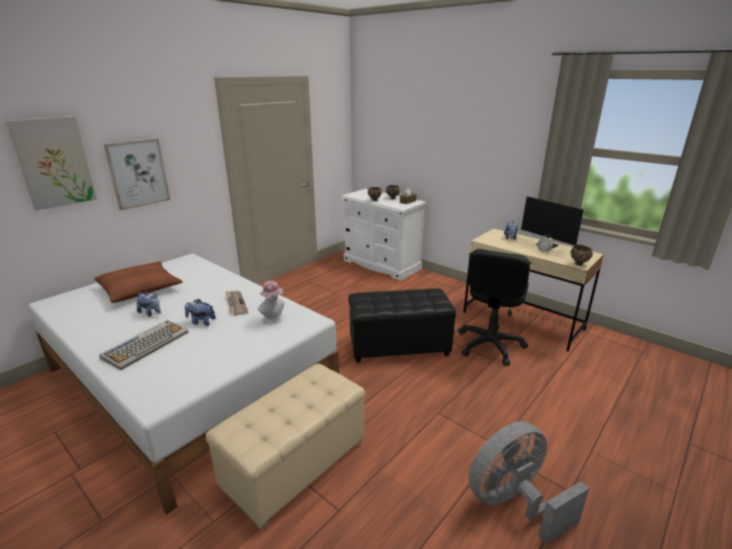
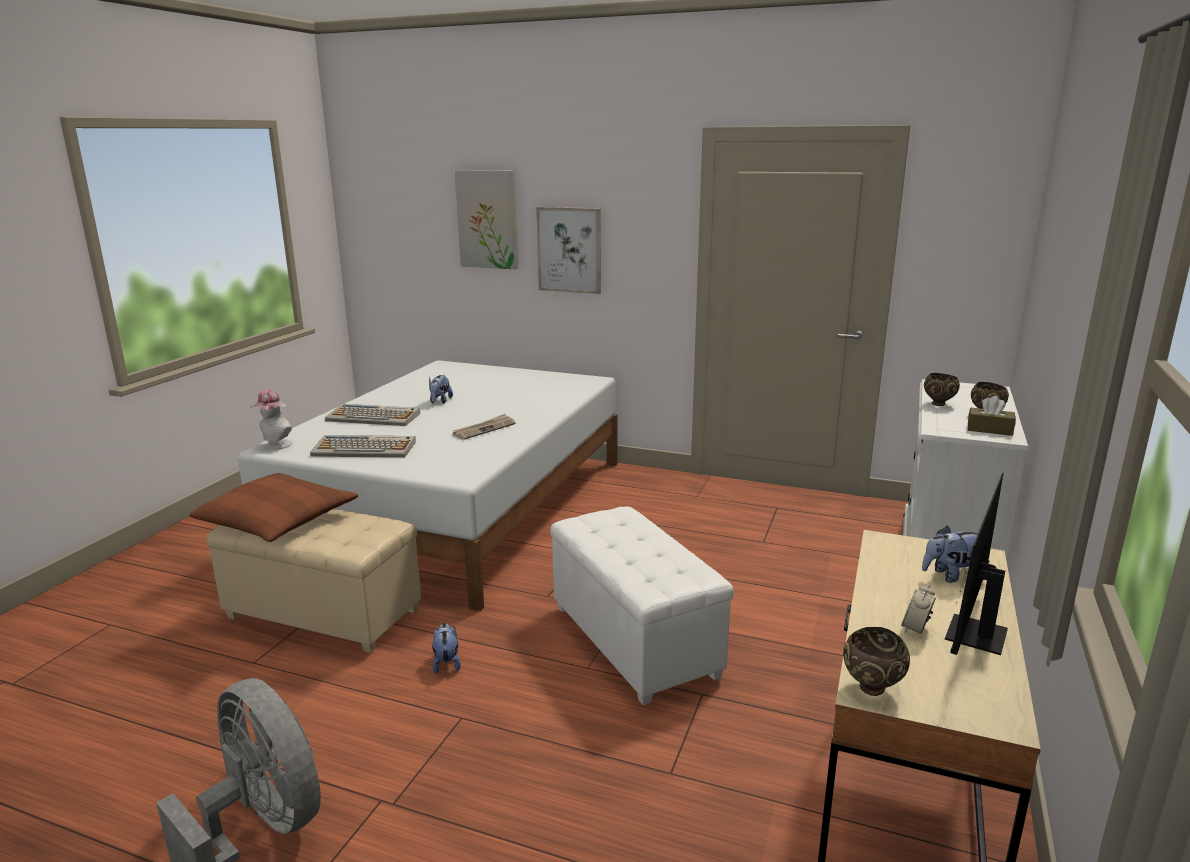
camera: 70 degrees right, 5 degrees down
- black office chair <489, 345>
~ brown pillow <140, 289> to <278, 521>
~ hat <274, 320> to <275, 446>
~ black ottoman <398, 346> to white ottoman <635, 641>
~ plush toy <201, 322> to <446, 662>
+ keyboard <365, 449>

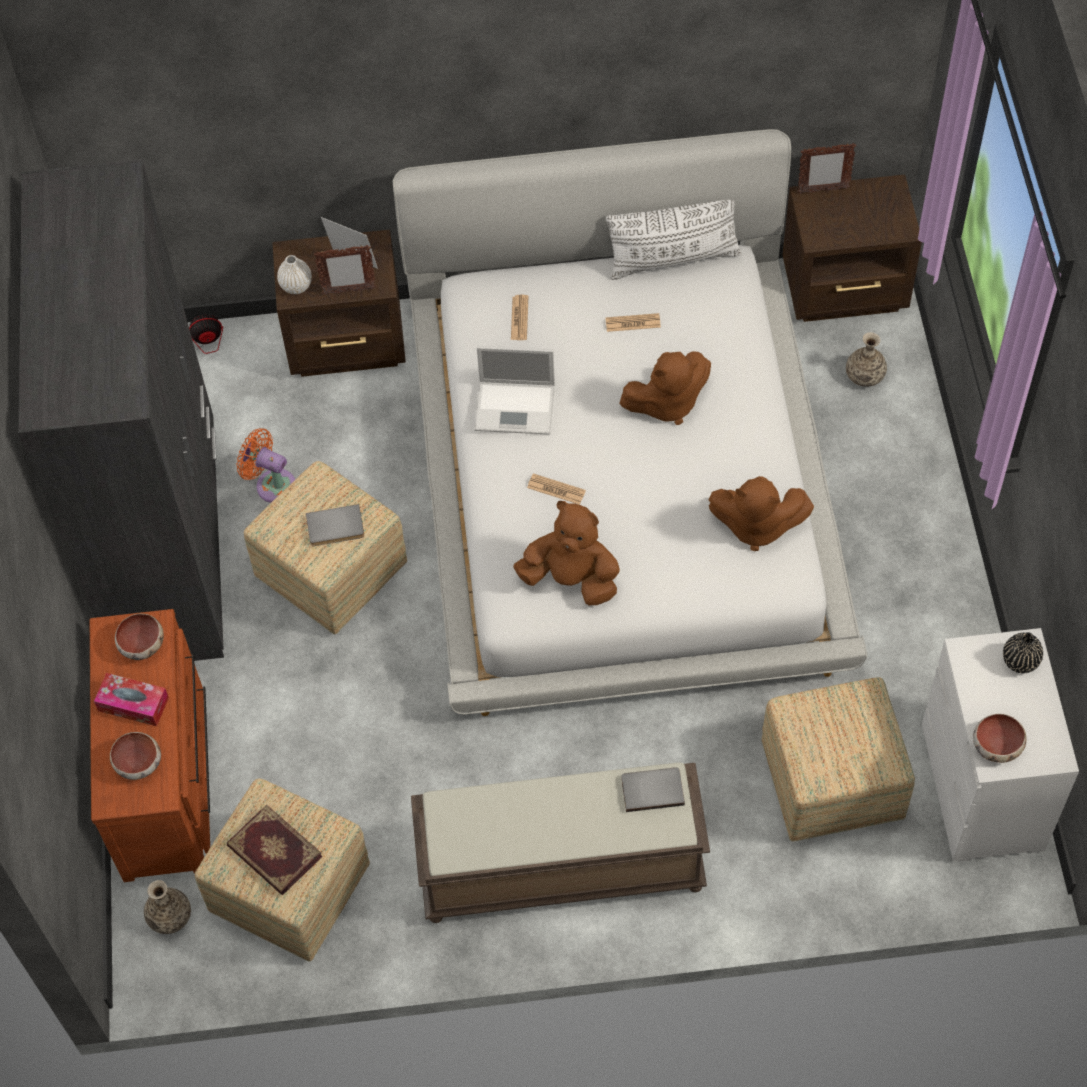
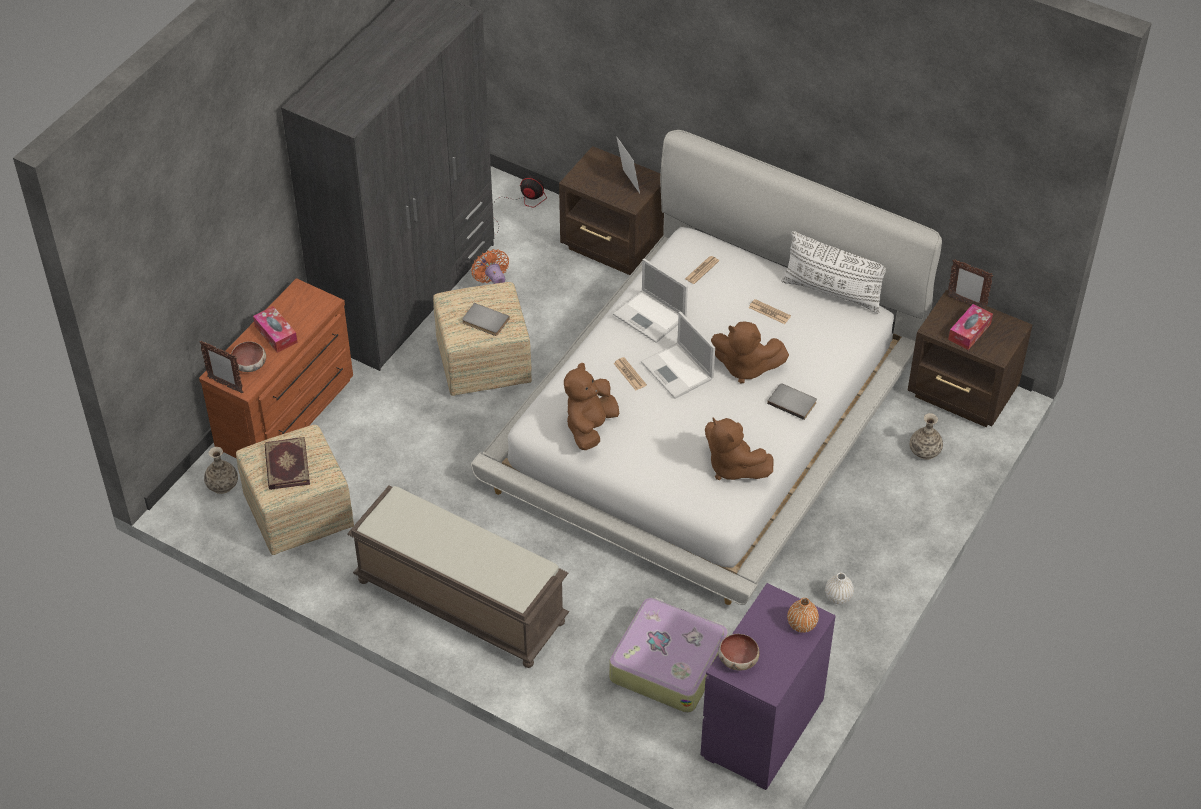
camera: 35 degrees right, 10 degrees down
~ picture frame <348, 291> to <225, 385>
~ white vase <296, 286> to <838, 597>
~ brown plush toy <571, 579> = <590, 427> 120 degrees counterclockwise
- bowl <142, 645>
~ white dresser <982, 788> to purple dresser <762, 729>
~ black vase <1020, 661> to orange vase <801, 624>
~ ottoman <830, 782> to suitcase <668, 663>
~ grey book <652, 789> to <792, 402>
+ tissue box <969, 332>
+ laptop <678, 371>

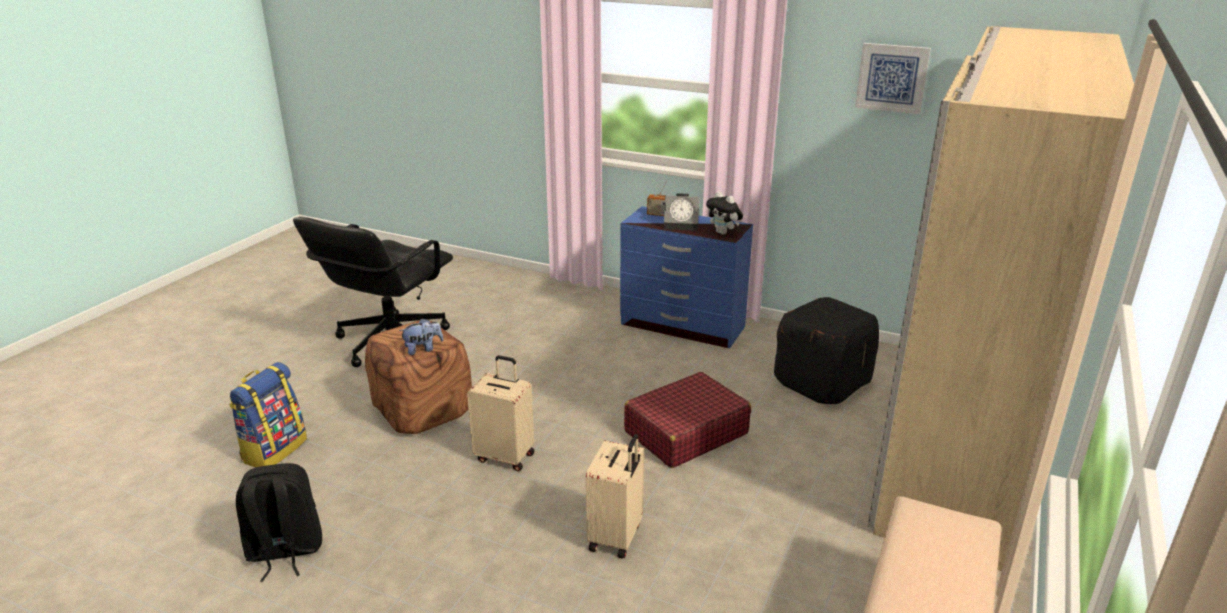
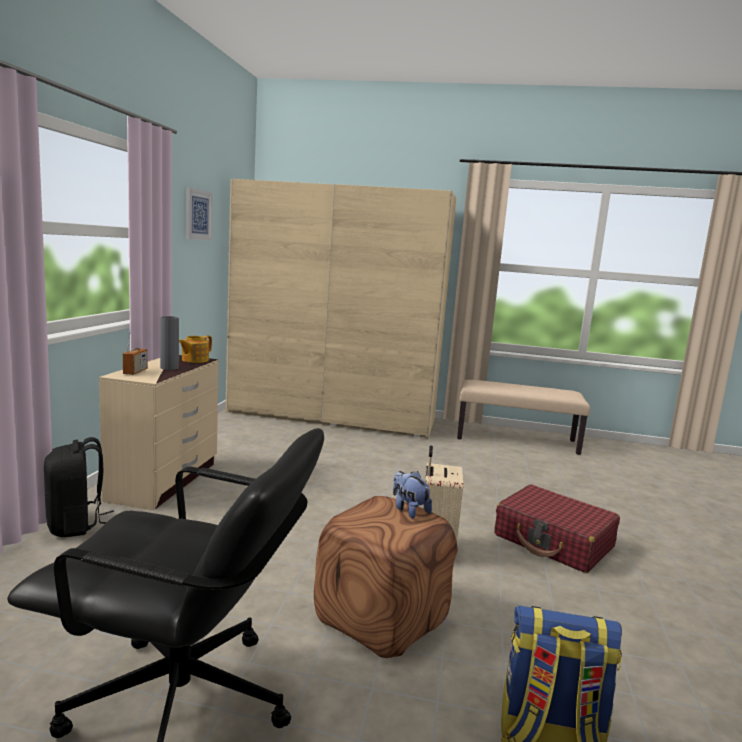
camera: 105 degrees left, 15 degrees down
~ plush toy <723, 233> to teapot <194, 360>
~ alarm clock <682, 225> to grey vase <169, 368>
~ blue dresser <682, 326> to beige dresser <166, 481>
- black ottoman <823, 382>
~ red suitcase <685, 433> to <554, 541>
- beige suitcase <617, 537>
~ black backpack <284, 552> to <76, 525>

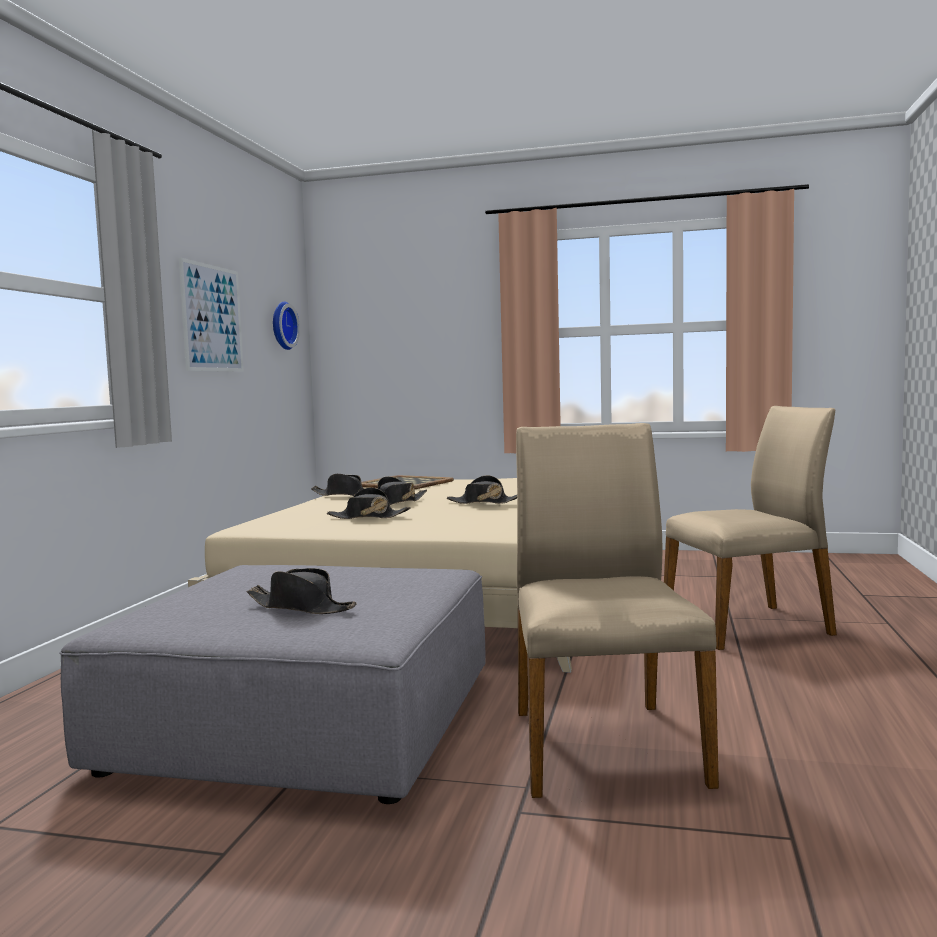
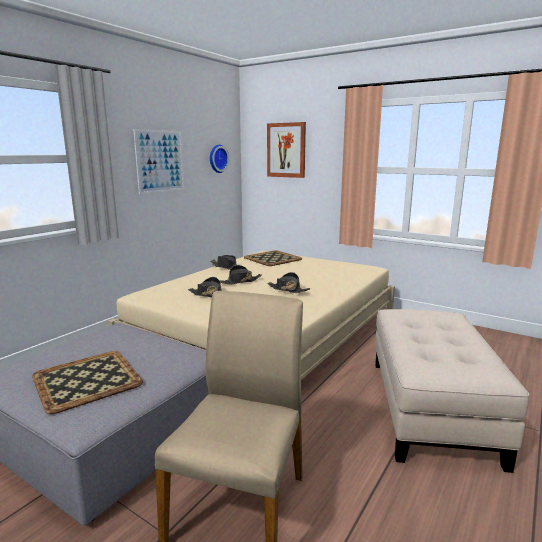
camera: 20 degrees right, 10 degrees up
~ beige chair <748, 625> to beige ottoman <431, 408>
~ black hat <301, 607> to tray <86, 381>
+ picture <286, 150>

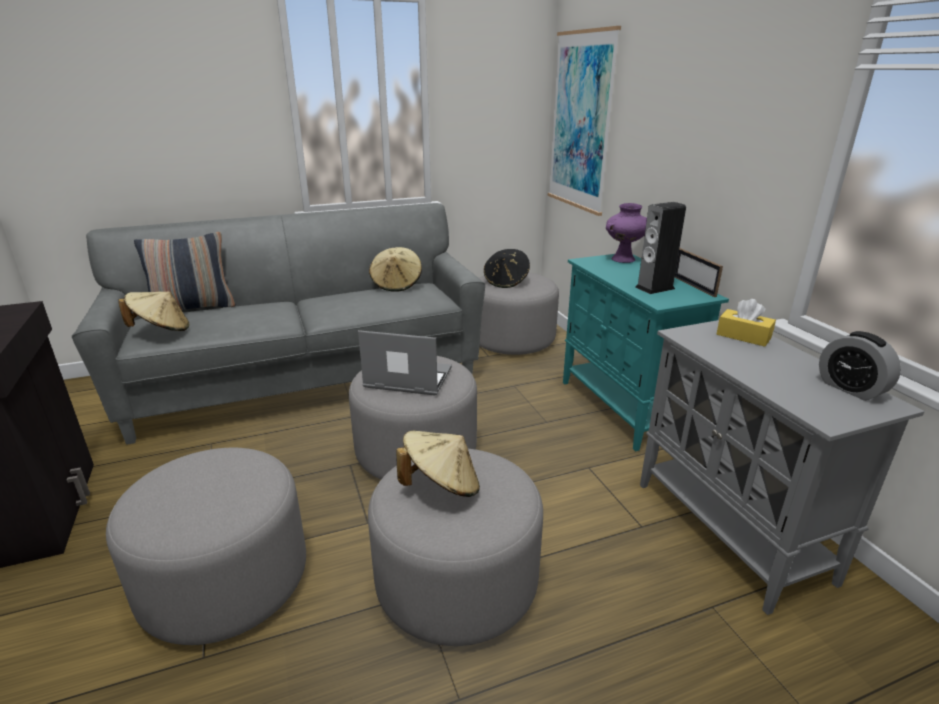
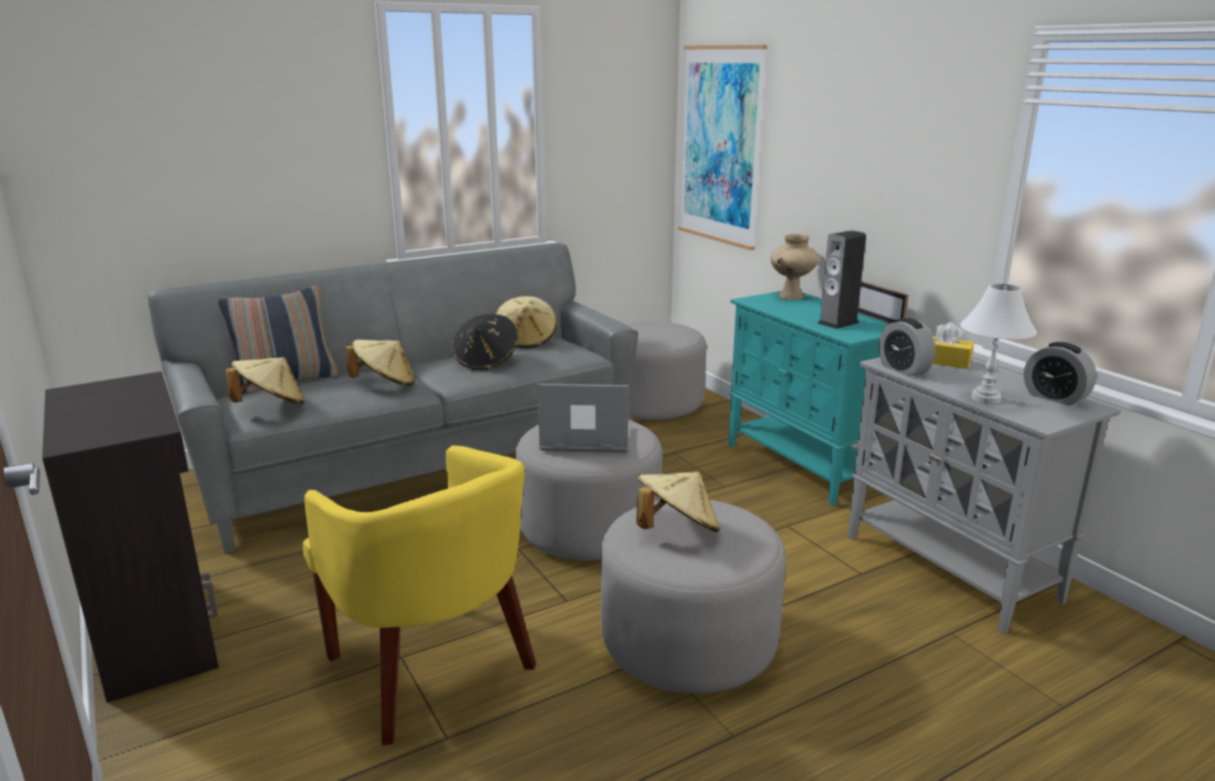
camera: 10 degrees left, 5 degrees down
~ purple vase <623, 259> to beige vase <791, 297>
~ black hat <506, 282> to <486, 361>
~ grey ottoman <225, 581> to yellow armchair <432, 670>
+ white table lamp <986, 398>
+ alarm clock <903, 369>
+ beige hat <385, 384>

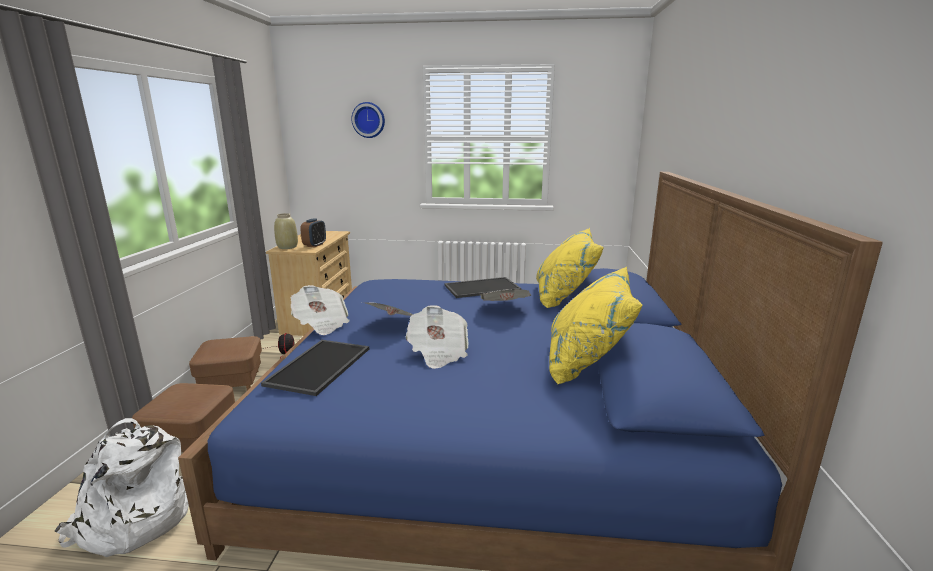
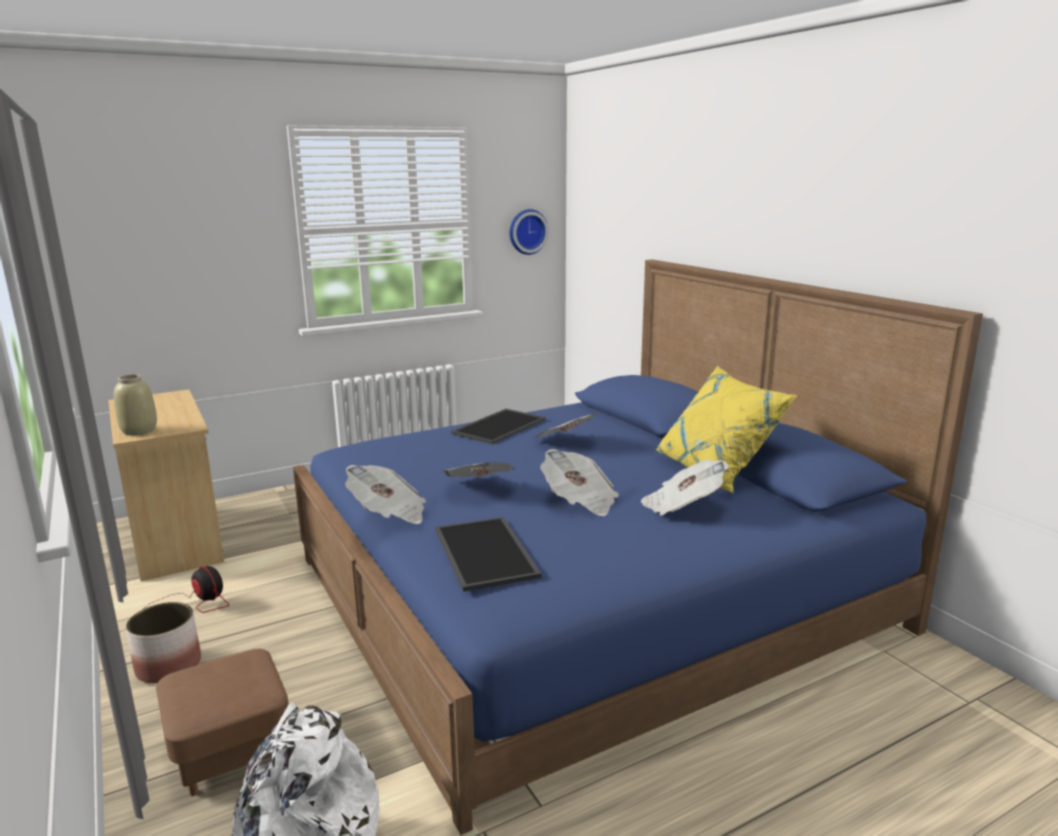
camera: 35 degrees left, 0 degrees up
~ wall clock <369, 120> to <527, 231>
- alarm clock <315, 245>
- yellow pillow <564, 297>
~ brown ottoman <232, 383> to planter <169, 666>
+ newspaper <682, 507>

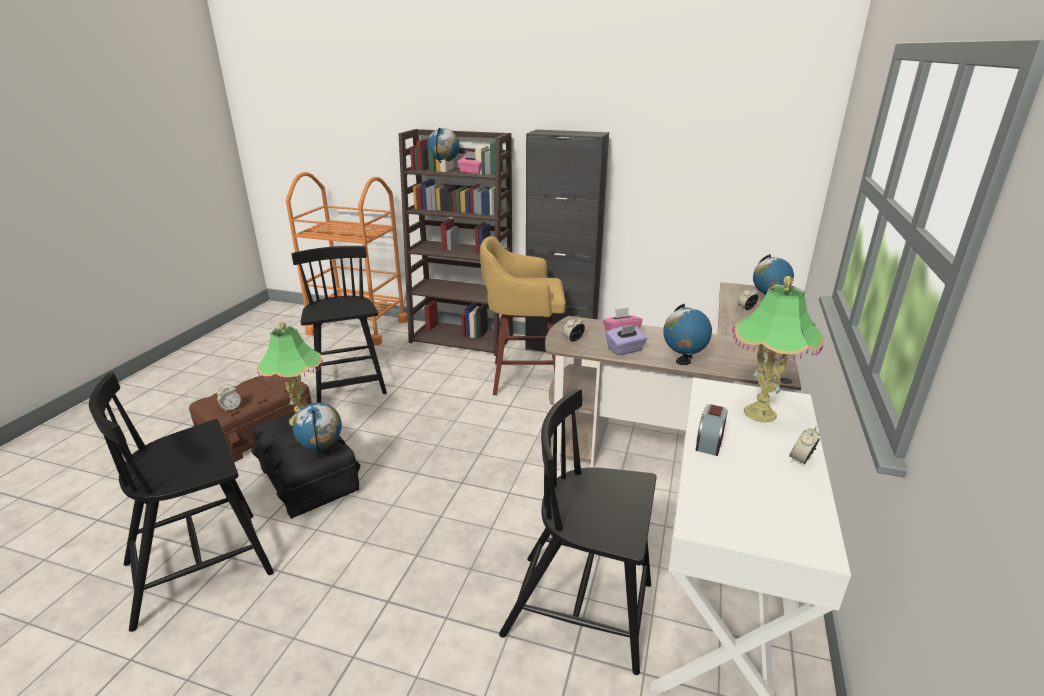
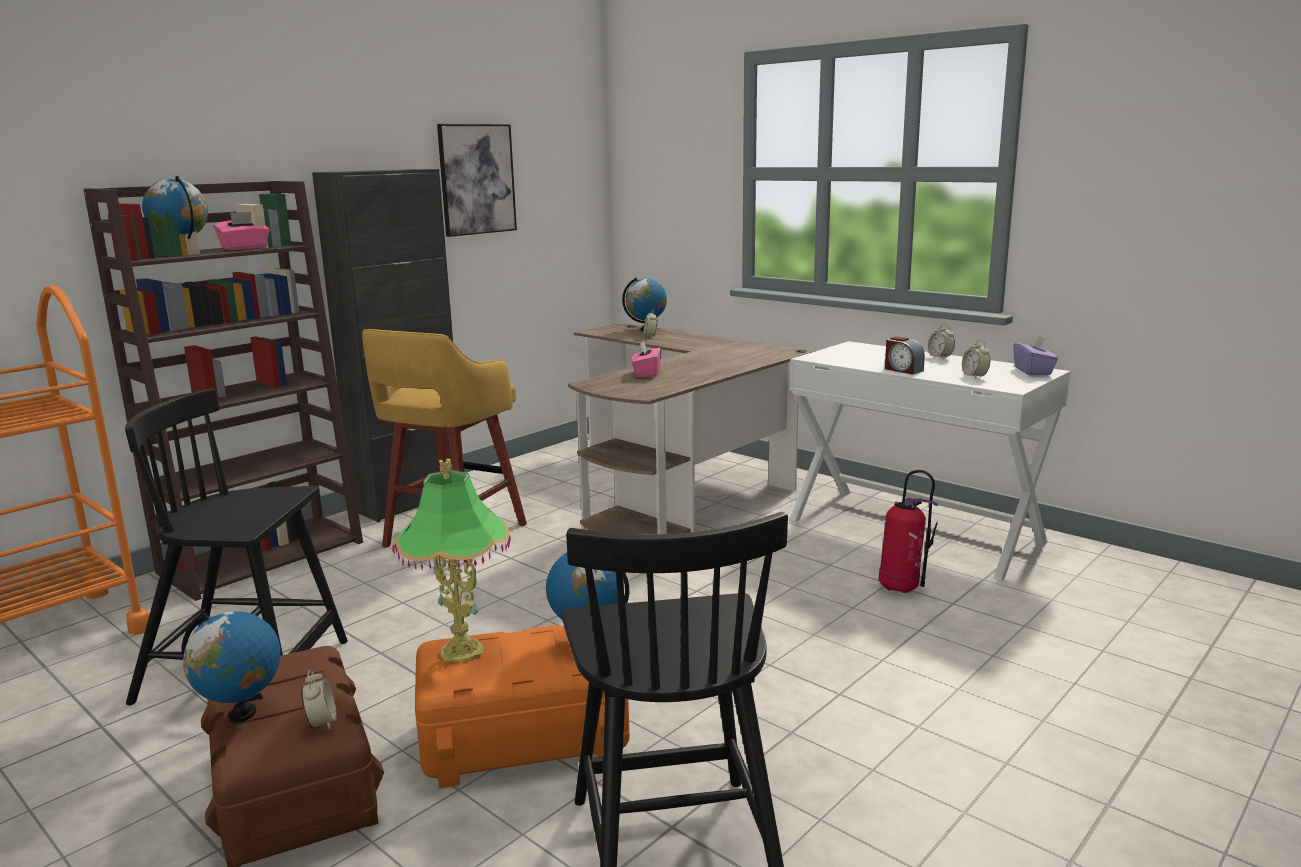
camera: 65 degrees left, 10 degrees down
- table lamp <760, 413>
~ globe <682, 361> to <242, 714>
~ alarm clock <573, 340> to <974, 376>
~ purple tissue box <625, 350> to <1033, 371>
~ black chair <582, 610> to fire extinguisher <902, 589>
~ black storage box <309, 478> to orange storage box <524, 736>
+ picture <477, 179>

